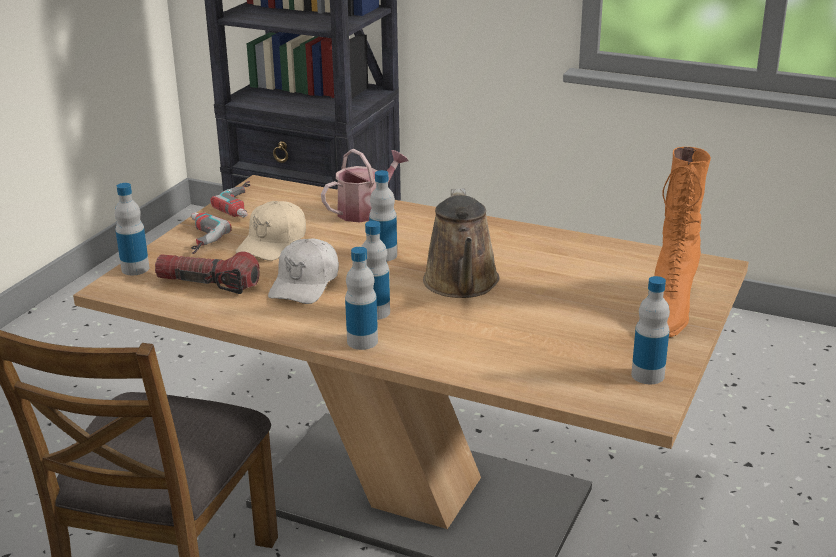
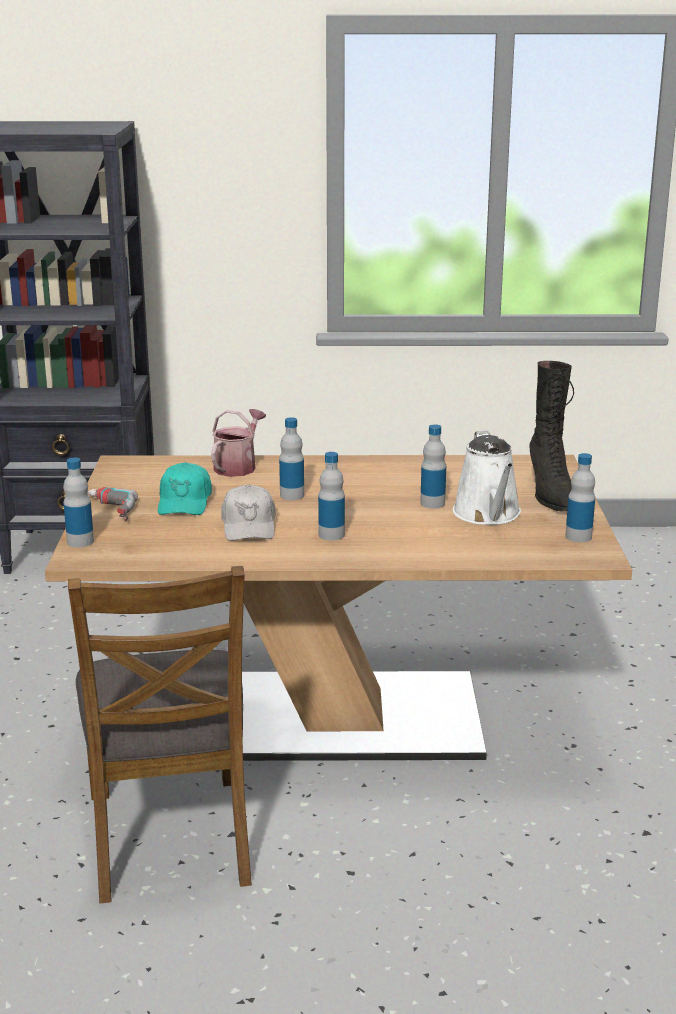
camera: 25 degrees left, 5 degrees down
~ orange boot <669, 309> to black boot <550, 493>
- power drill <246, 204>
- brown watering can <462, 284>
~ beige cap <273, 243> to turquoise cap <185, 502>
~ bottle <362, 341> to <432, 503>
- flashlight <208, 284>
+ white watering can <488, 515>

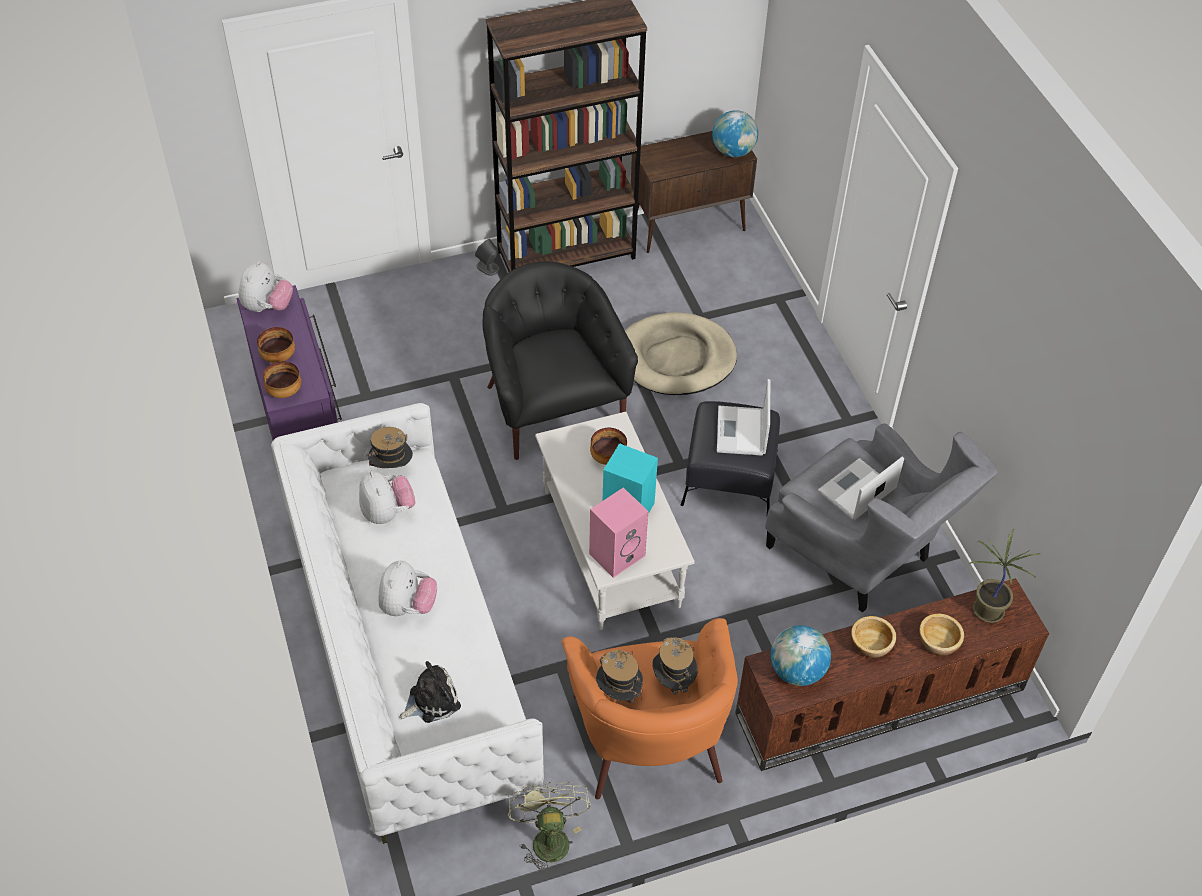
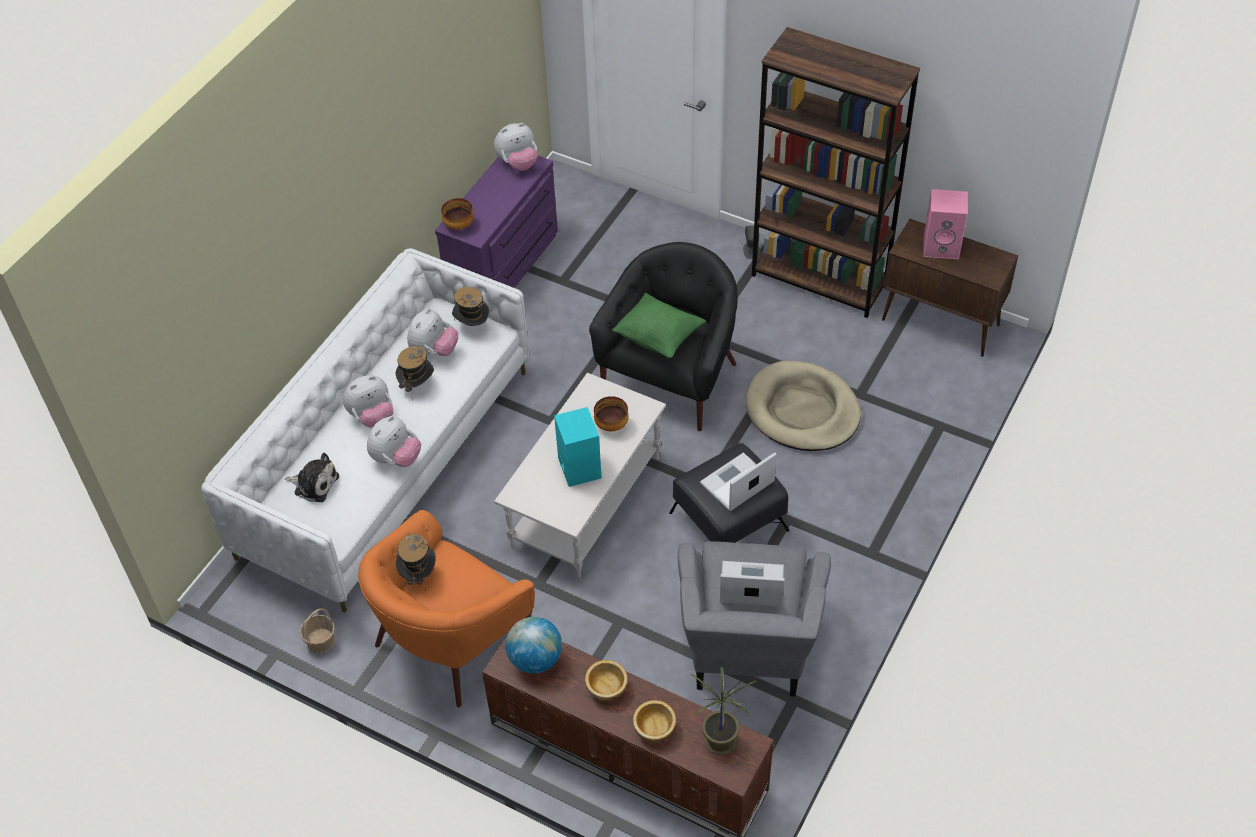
camera: 50 degrees right, 0 degrees up
- globe <733, 151>
- bowl <278, 357>
~ pink speaker <617, 553> to <942, 246>
~ hat <673, 681> to <417, 385>
~ green fan <548, 837> to basket <320, 641>
+ green pillow <658, 338>
+ plush toy <396, 458>

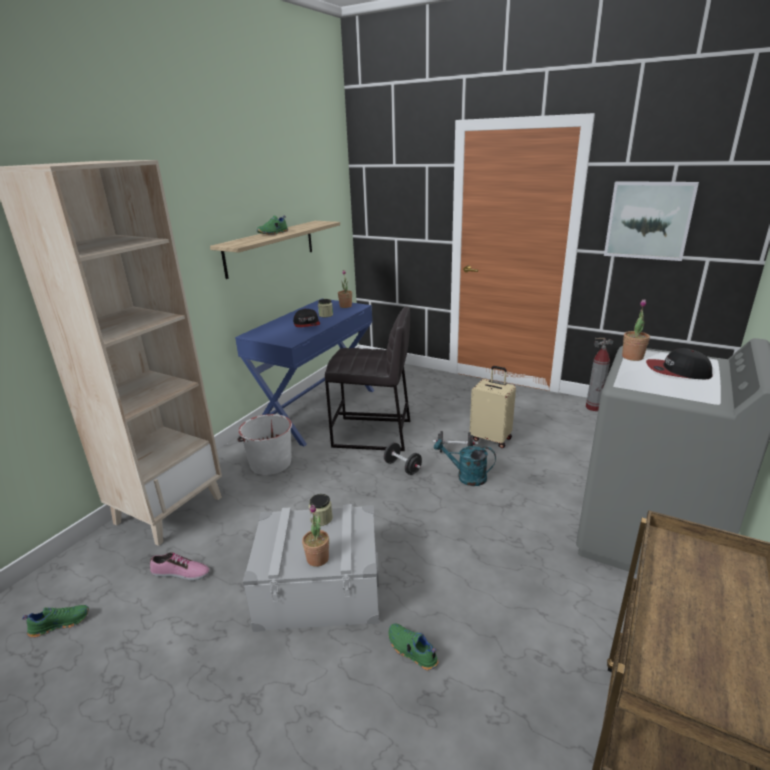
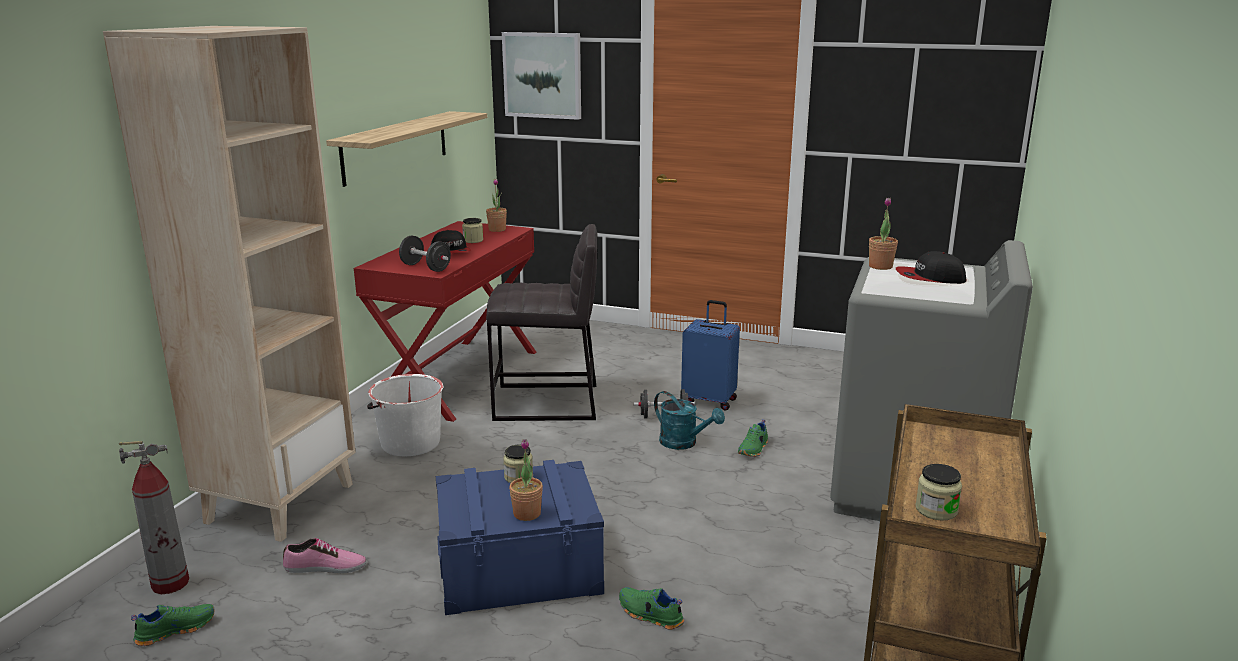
camera: 10 degrees left, 5 degrees down
~ picture <648, 220> to <542, 75>
~ green shoe <273, 233> to <754, 449>
~ blue desk <316, 409> to red desk <458, 377>
~ fire extinguisher <594, 407> to <171, 583>
~ beige suitcase <491, 438> to blue suitcase <710, 400>
~ turquoise watering can <466, 477> = <684, 443> 150 degrees counterclockwise
~ black dumbbell <402, 467> to <426, 267>
~ grey storage box <319, 587> to blue storage box <519, 566>
+ jar <936, 510>

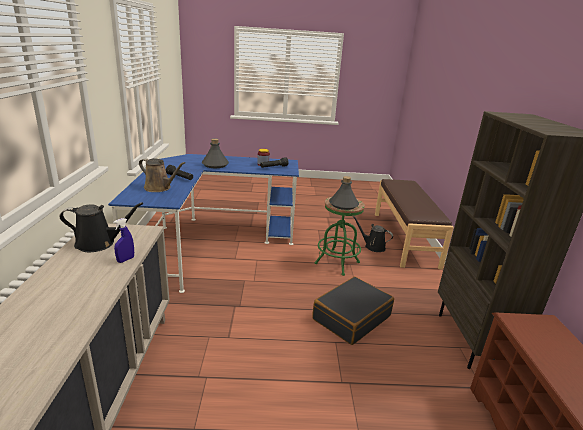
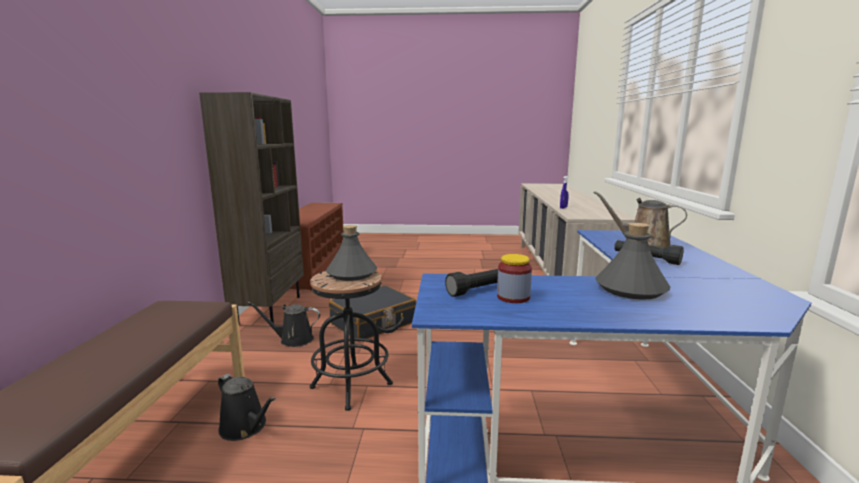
camera: 175 degrees left, 10 degrees down
~ green stool <337, 263> to black stool <351, 386>
~ black watering can <99, 243> to <293, 340>

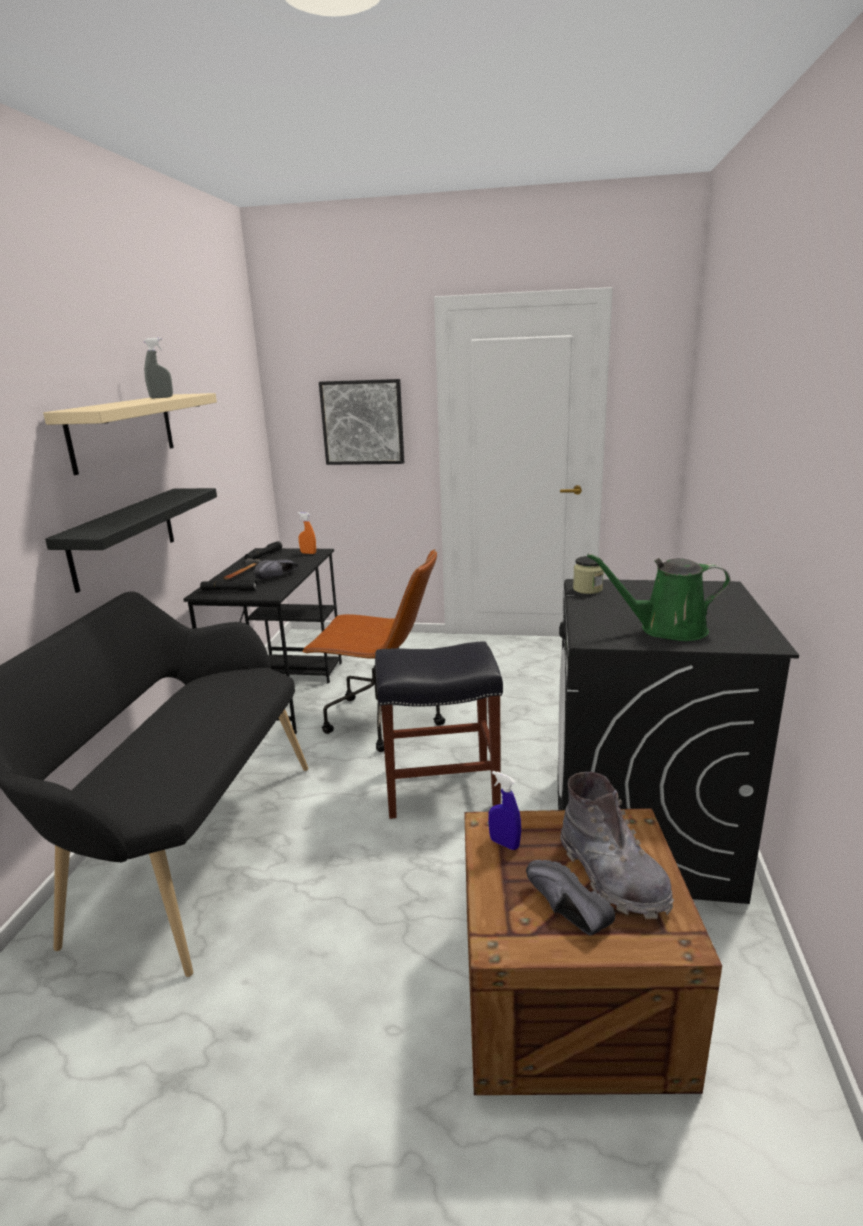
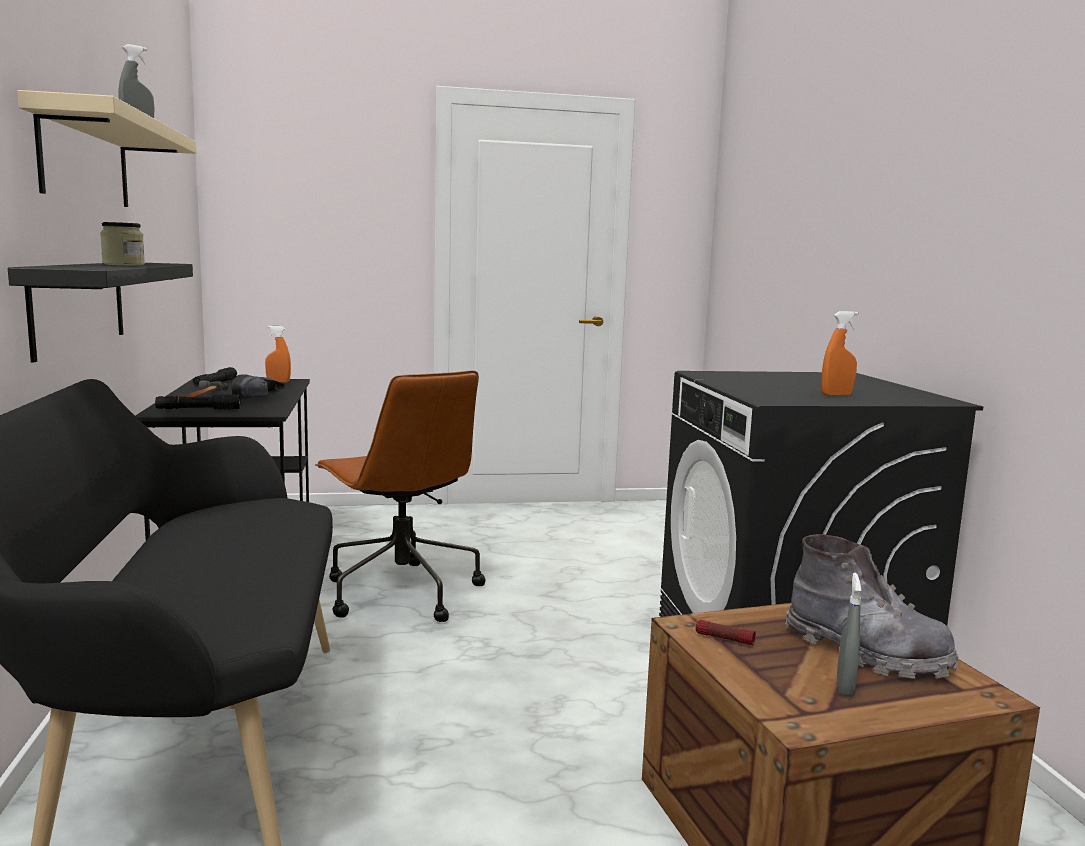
camera: 20 degrees left, 10 degrees down
- picture <362, 422>
~ brown office chair <380, 720> = <400, 592> 60 degrees clockwise
~ green watering can <666, 629> to orange spray bottle <836, 395>
~ jar <587, 589> to <123, 264>
- black stool <442, 787>
~ blue spray bottle <504, 843> to flashlight <724, 639>
~ black shoe <563, 912> to grey spray bottle <845, 687>

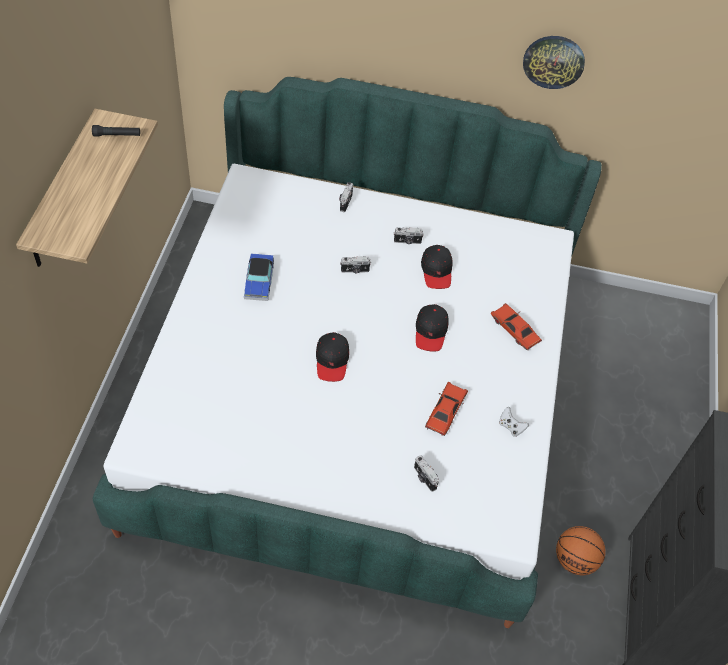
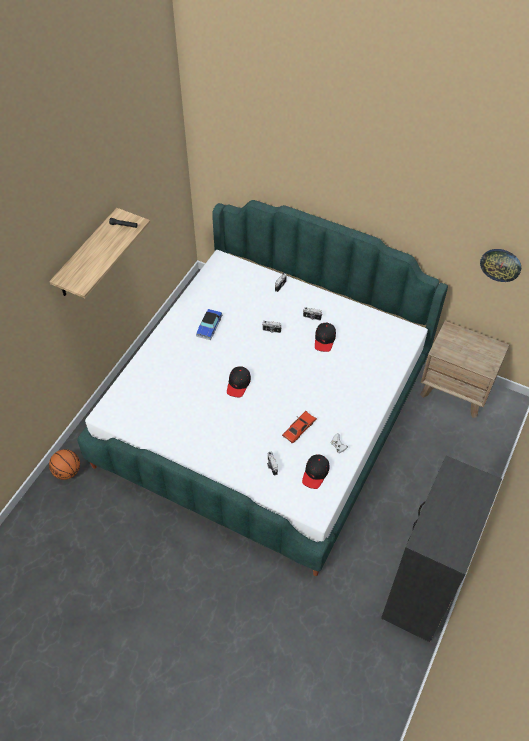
camera: 20 degrees right, 0 degrees up
~ wall clock <553, 61> to <501, 264>
- red toy car <514, 330>
~ black cap <431, 331> to <315, 473>
~ basketball <575, 560> to <67, 471>
+ brown nightstand <455, 390>

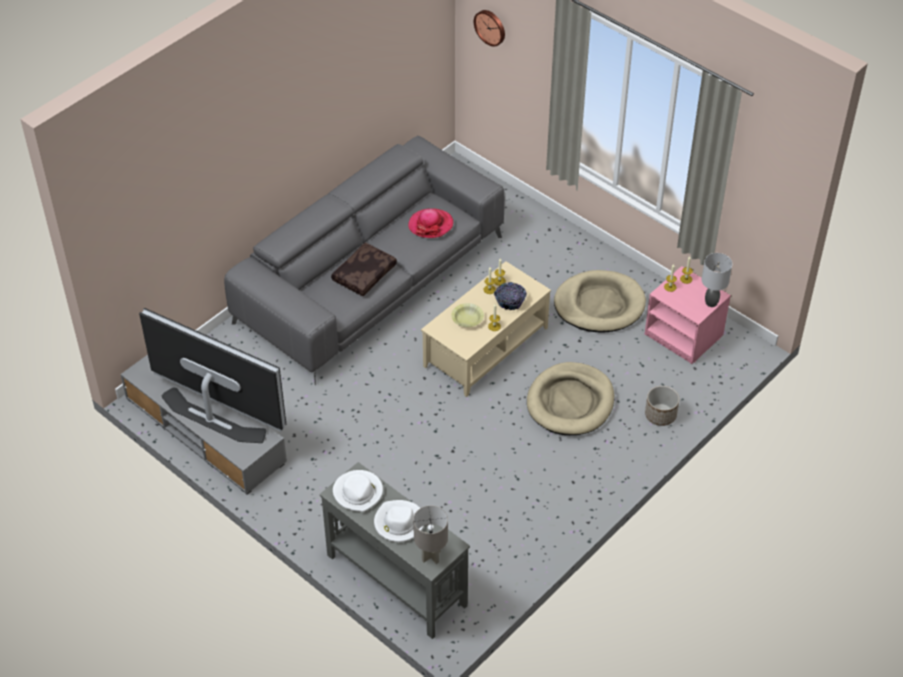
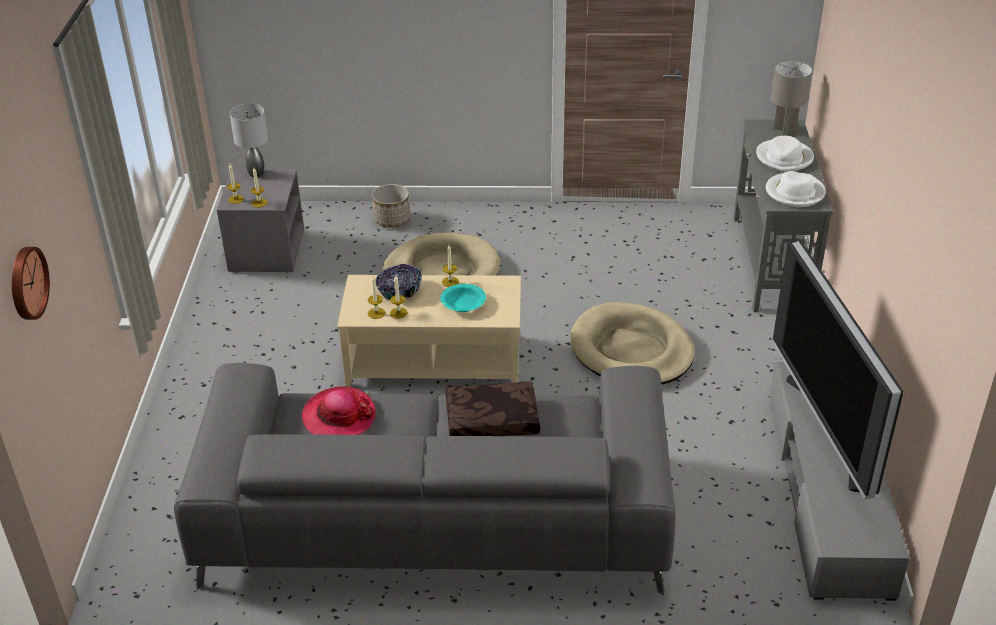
camera: 130 degrees left, 10 degrees down
~ pink nightstand <684, 335> to grey nightstand <266, 250>
~ beige dog bed <599, 305> to <631, 350>
~ yellow bowl <467, 319> to turquoise bowl <463, 304>

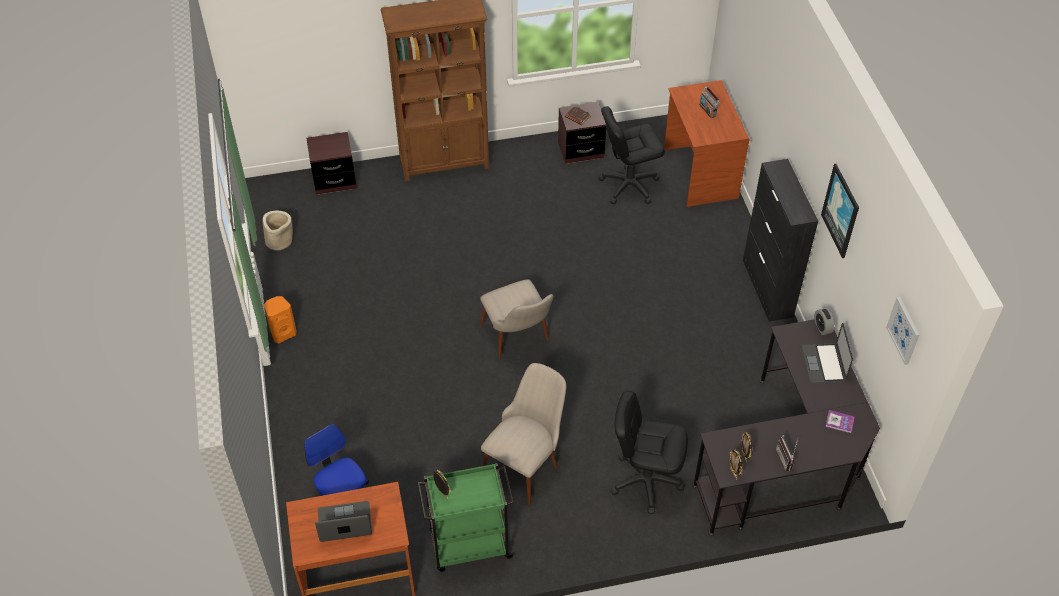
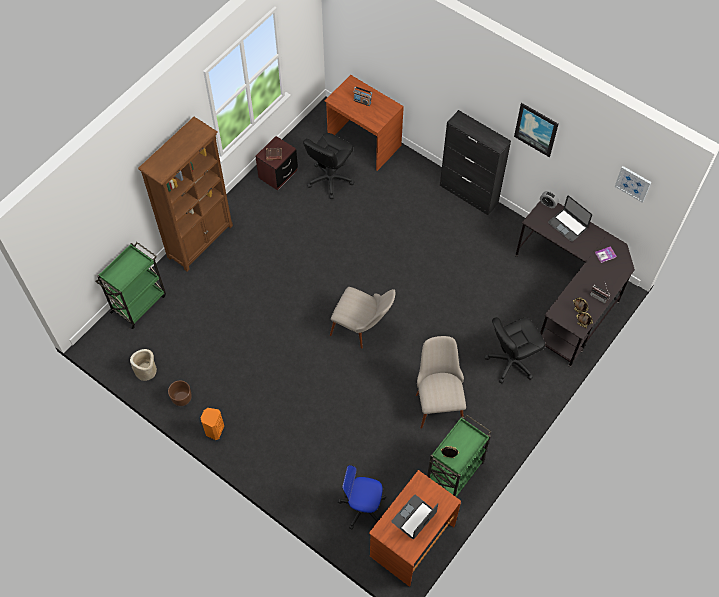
camera: 40 degrees left, 10 degrees up
~ brown nightstand <334, 180> to green cart <139, 303>
+ brown planter <181, 398>

